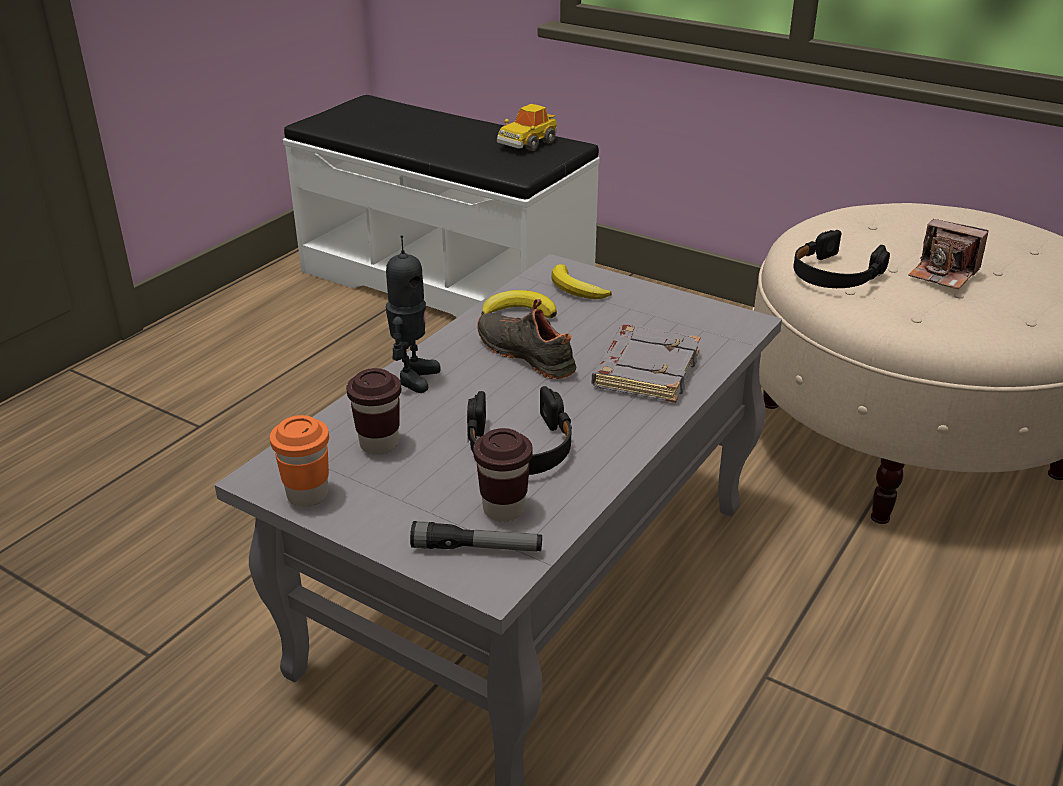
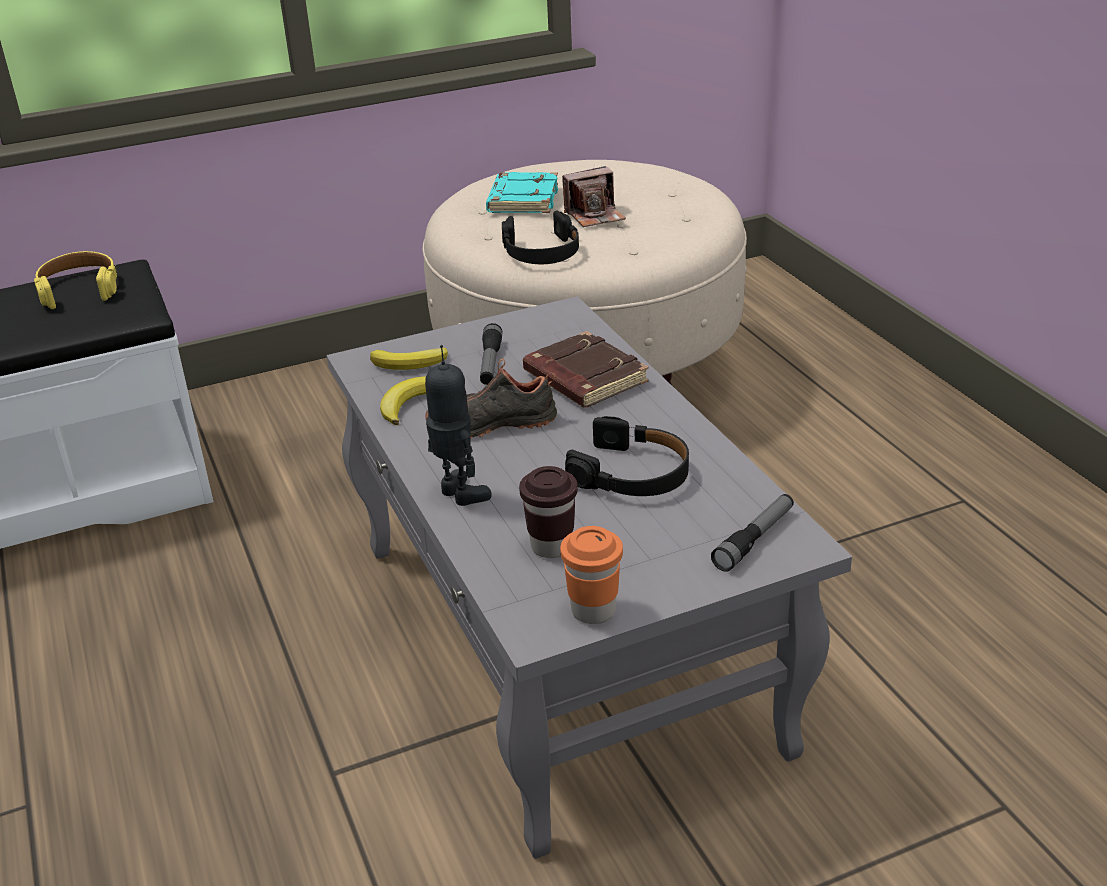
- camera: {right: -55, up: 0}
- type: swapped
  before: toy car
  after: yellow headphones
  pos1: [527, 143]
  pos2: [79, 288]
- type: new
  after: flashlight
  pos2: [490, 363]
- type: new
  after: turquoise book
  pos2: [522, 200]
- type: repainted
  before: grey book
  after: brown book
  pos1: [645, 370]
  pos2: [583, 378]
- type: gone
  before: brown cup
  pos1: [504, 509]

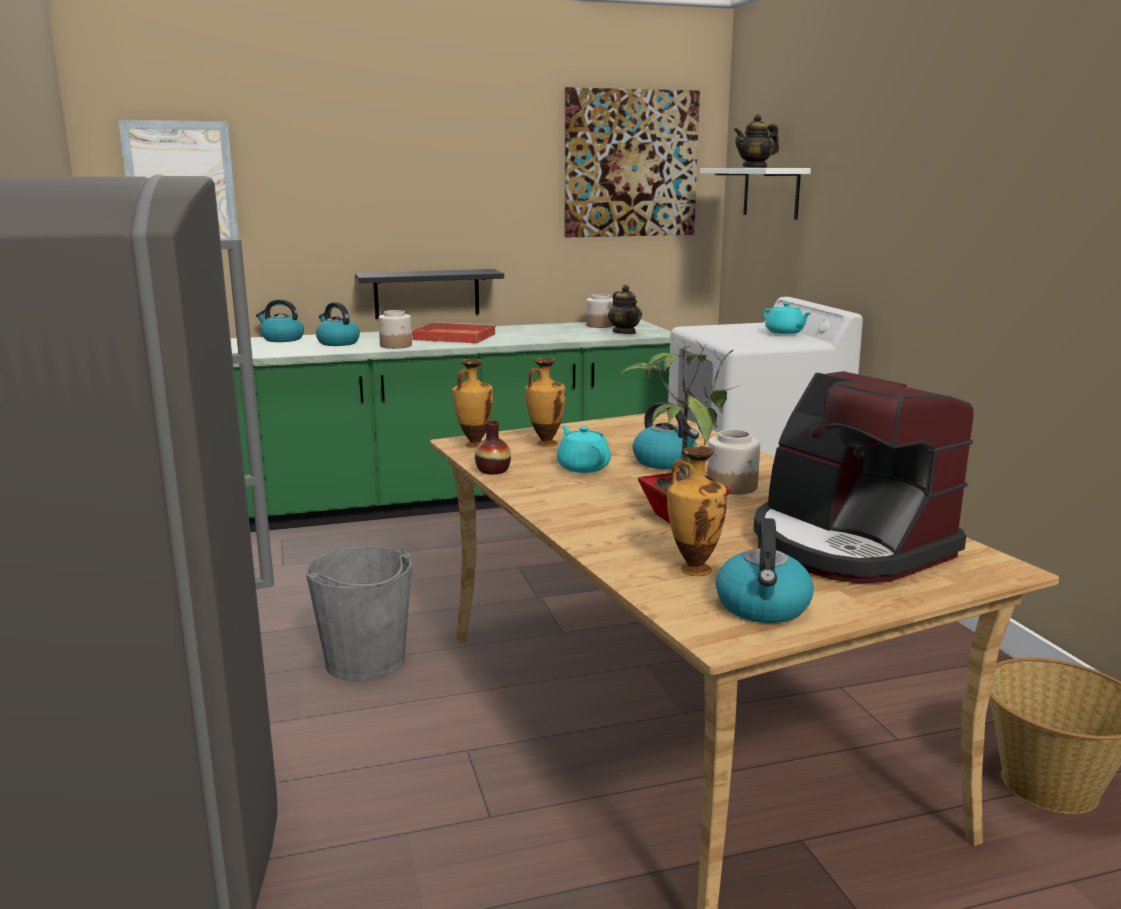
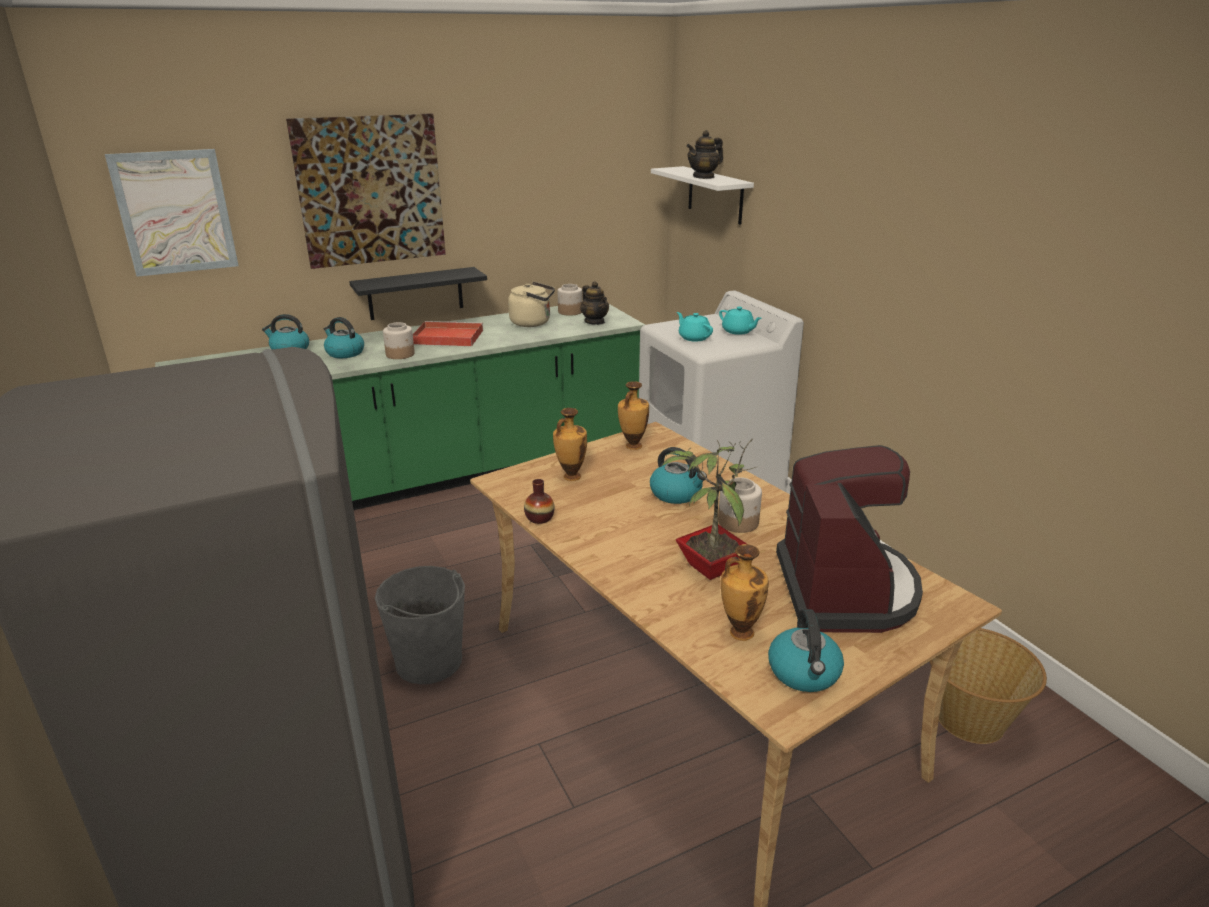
- camera: {right: -10, up: 10}
- type: shifted
  before: picture
  pos1: [630, 164]
  pos2: [370, 190]
- type: new
  after: beige kettle
  pos2: [533, 323]
- type: shifted
  before: vase
  pos1: [474, 445]
  pos2: [632, 446]
- type: shifted
  before: turquoise teapot
  pos1: [583, 467]
  pos2: [694, 338]
- type: rotated
  before: coffee machine
  pos1: [847, 546]
  pos2: [845, 590]
  turn: -135

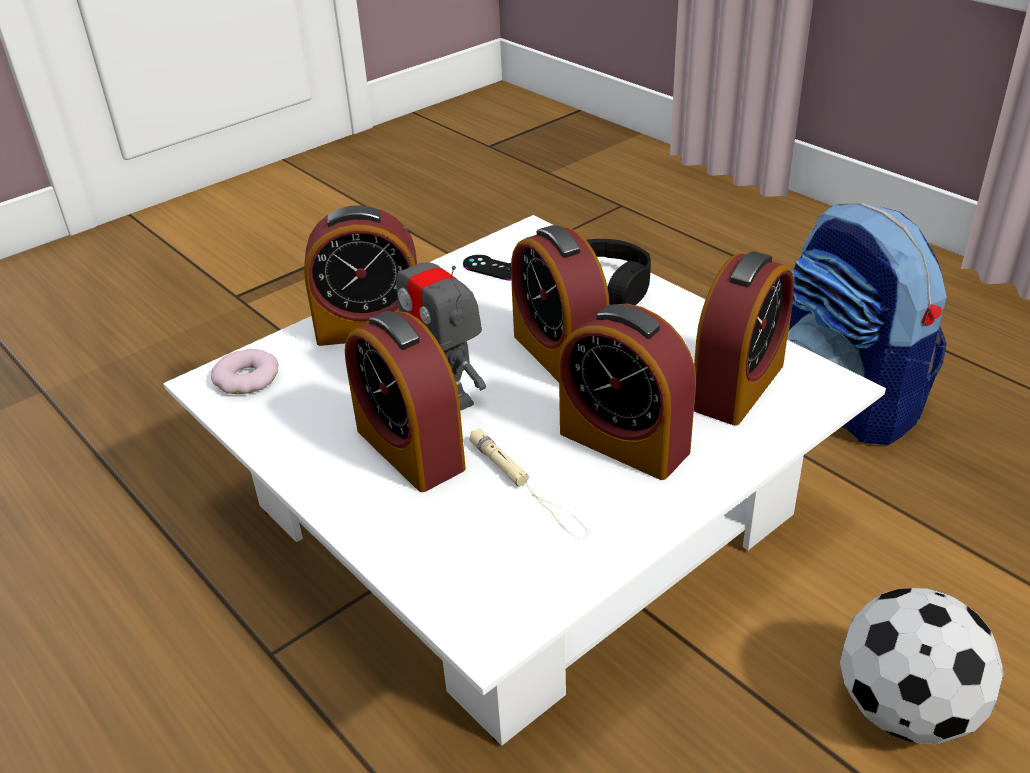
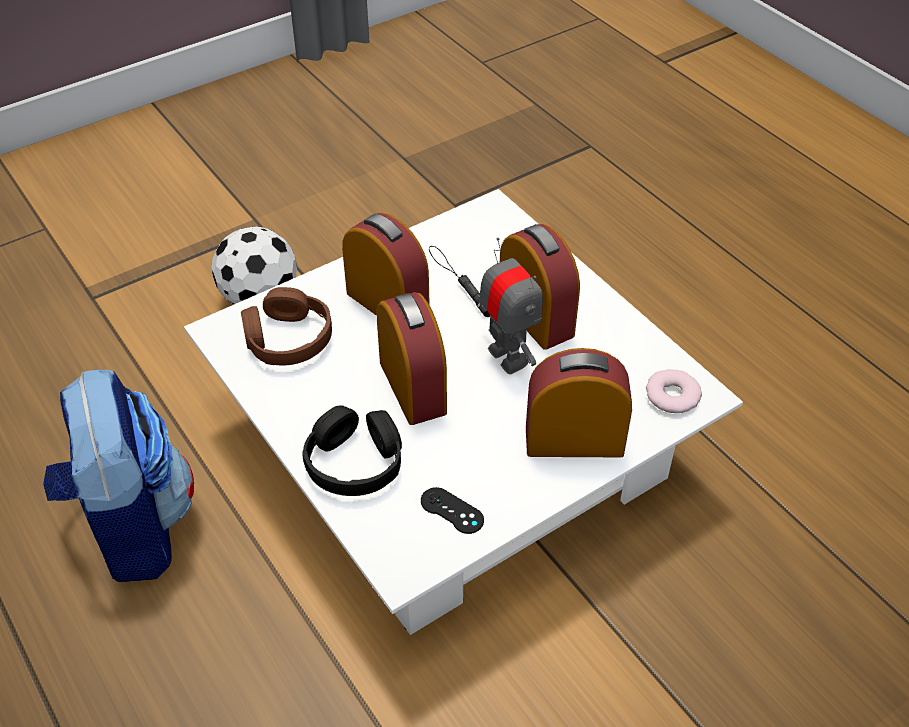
- camera: {right: -175, up: 10}
- type: swapped
  before: alarm clock
  after: brown headphones
  pos1: [738, 386]
  pos2: [288, 339]
- type: repainted
  before: beige flashlight
  after: black flashlight
  pos1: [527, 487]
  pos2: [459, 281]

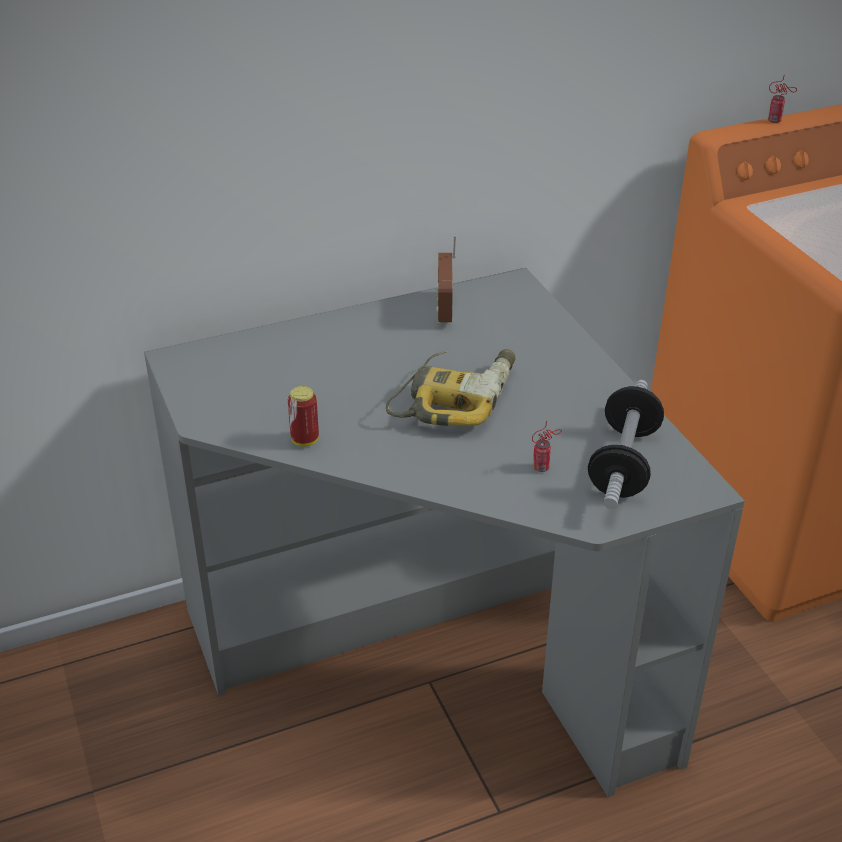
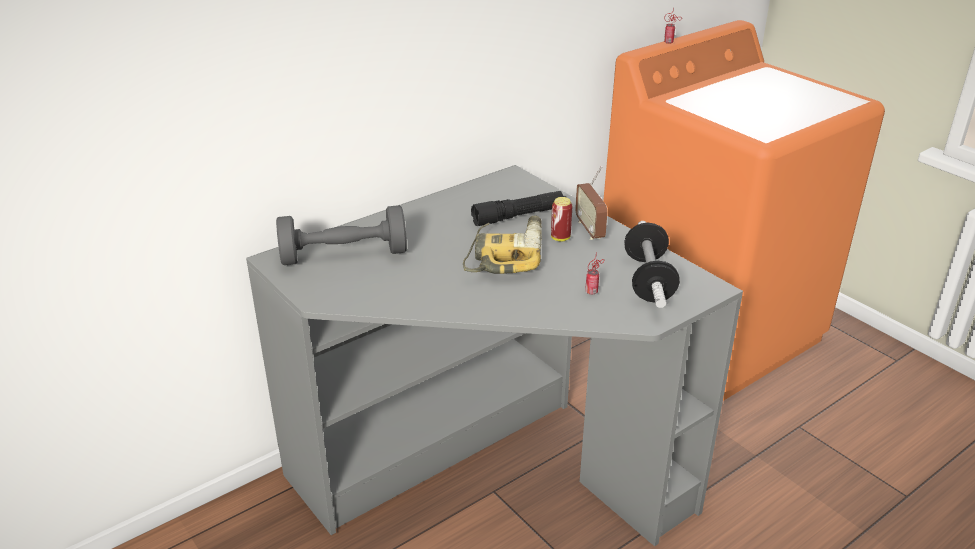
- camera: {right: -15, up: -5}
- type: new
  after: grey dumbbell
  pos2: [344, 255]
- type: new
  after: black flashlight
  pos2: [519, 216]
- type: shifted
  before: can
  pos1: [305, 440]
  pos2: [560, 238]
- type: shifted
  before: radio
  pos1: [445, 310]
  pos2: [590, 229]

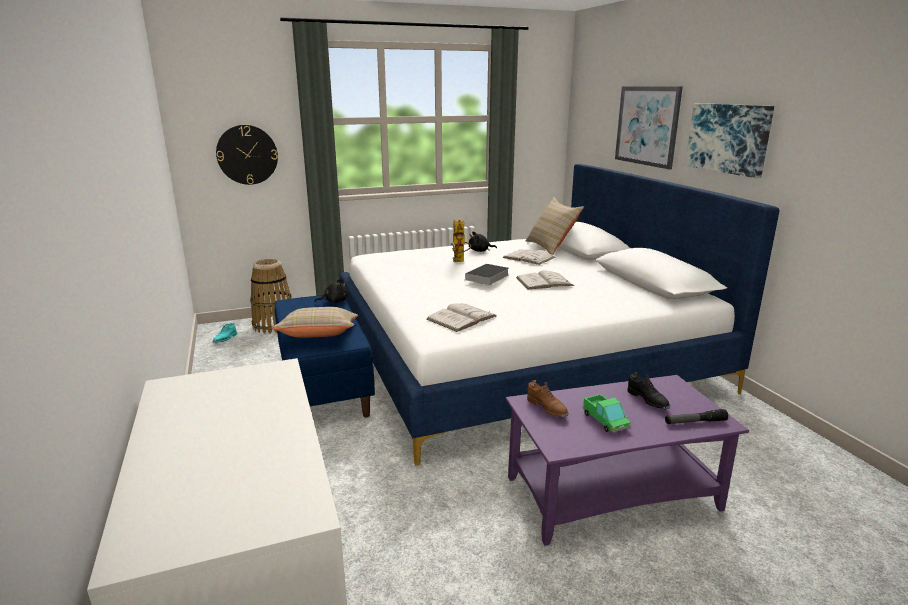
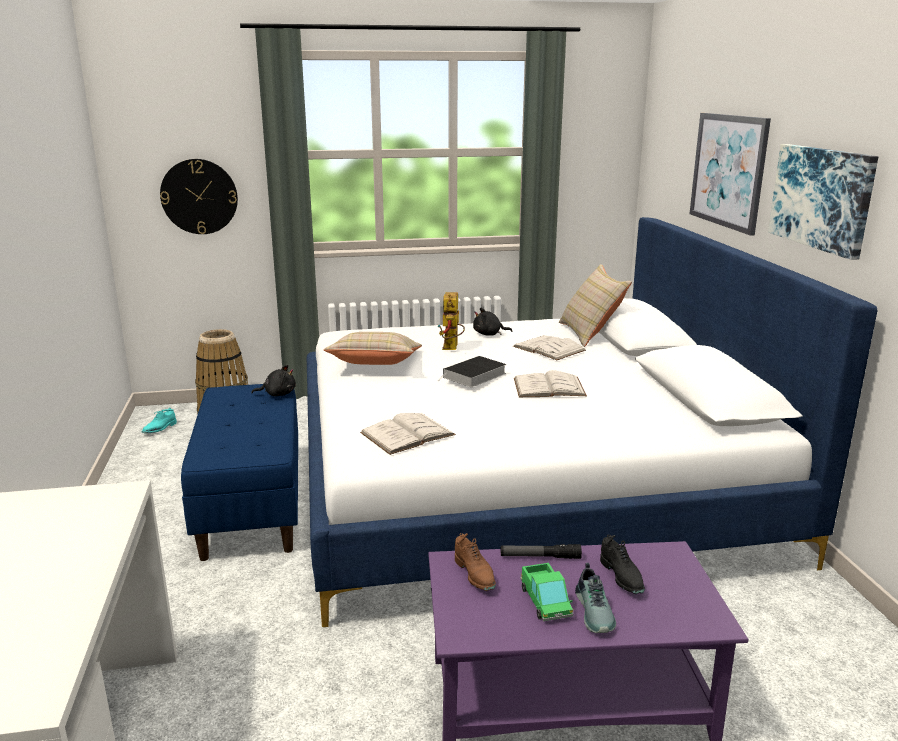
- camera: {right: 10, up: 0}
- type: shifted
  before: beige pillow
  pos1: [319, 336]
  pos2: [375, 365]
- type: shifted
  before: flashlight
  pos1: [695, 422]
  pos2: [540, 557]
- type: new
  after: shoe
  pos2: [596, 611]

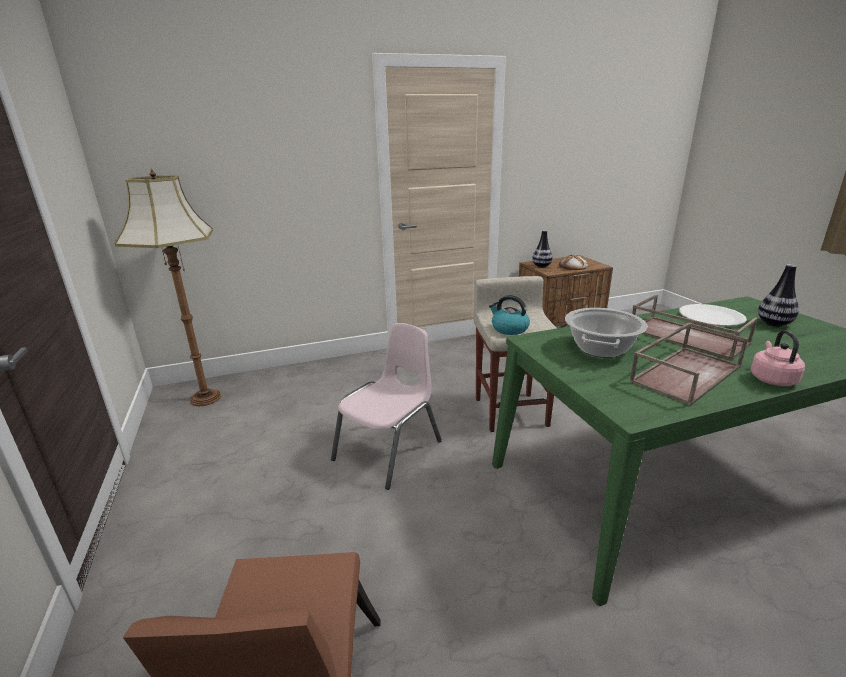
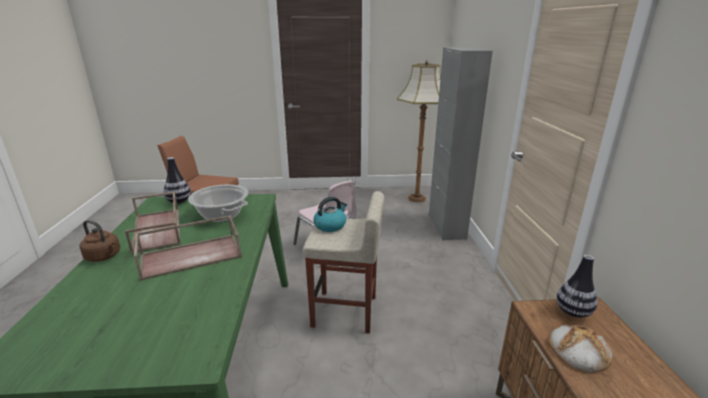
- camera: {right: 105, up: 0}
- type: repainted
  before: pink kettle
  after: brown kettle
  pos1: [771, 379]
  pos2: [104, 256]
- type: shifted
  before: vase
  pos1: [774, 324]
  pos2: [179, 201]
- type: new
  after: grey cabinet
  pos2: [446, 226]
- type: gone
  before: white plate
  pos1: [711, 317]

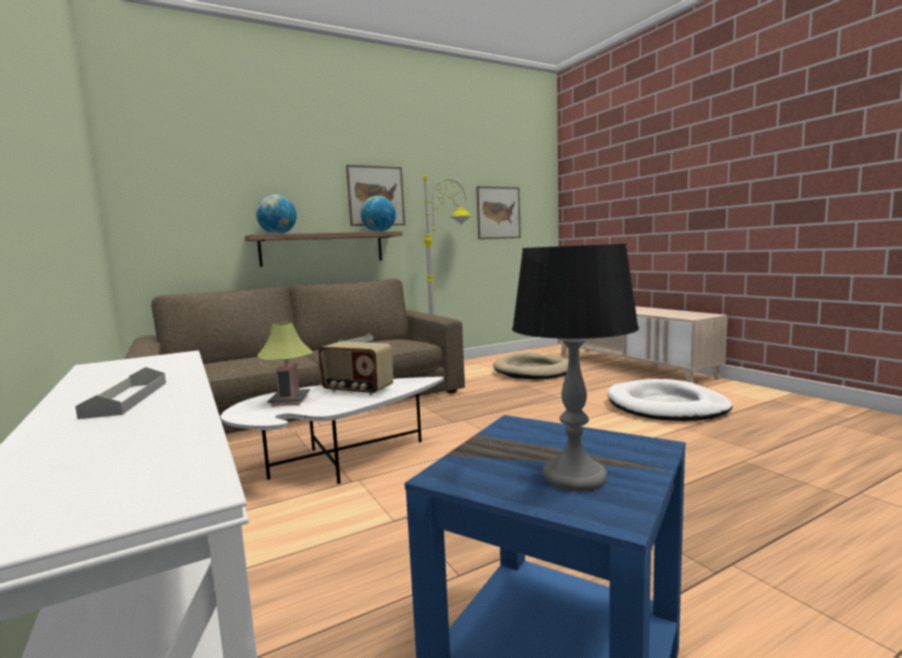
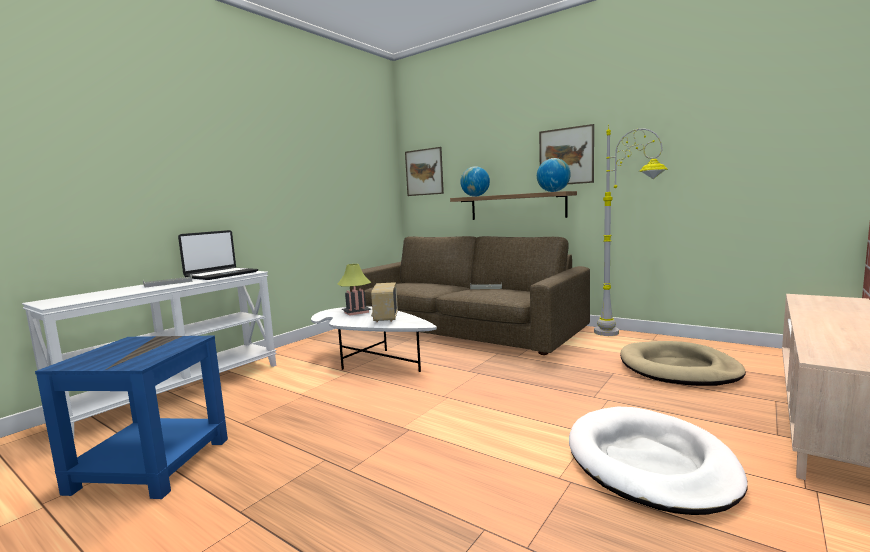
- camera: {right: 65, up: 0}
- type: new
  after: laptop
  pos2: [221, 275]
- type: shifted
  before: picture
  pos1: [498, 213]
  pos2: [424, 172]
- type: gone
  before: table lamp
  pos1: [574, 477]

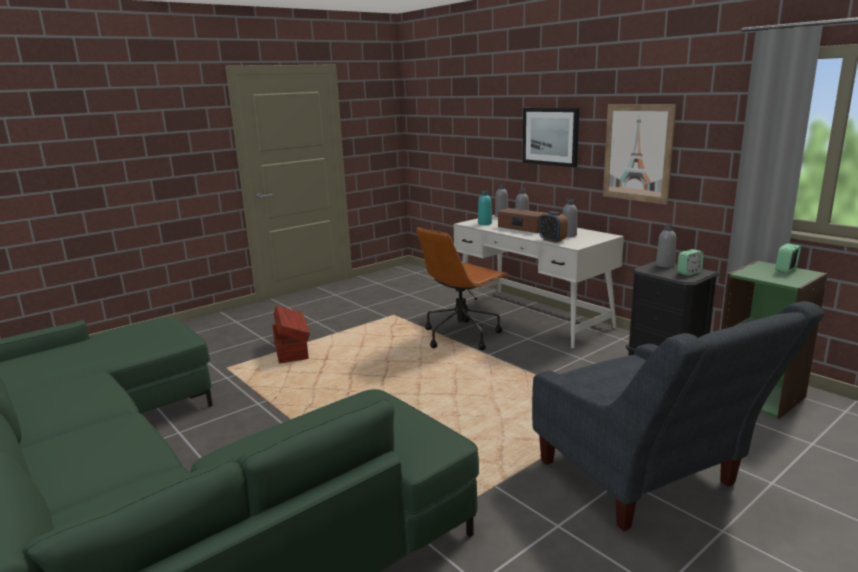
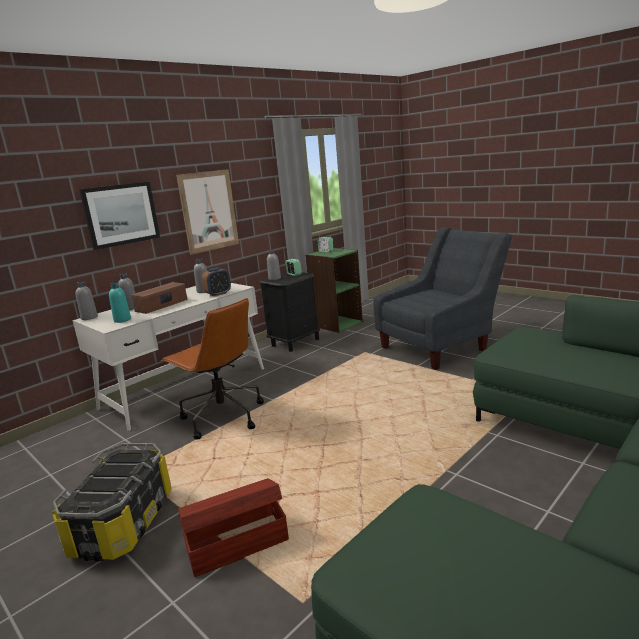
- camera: {right: -95, up: 0}
- type: new
  after: storage box
  pos2: [123, 523]

